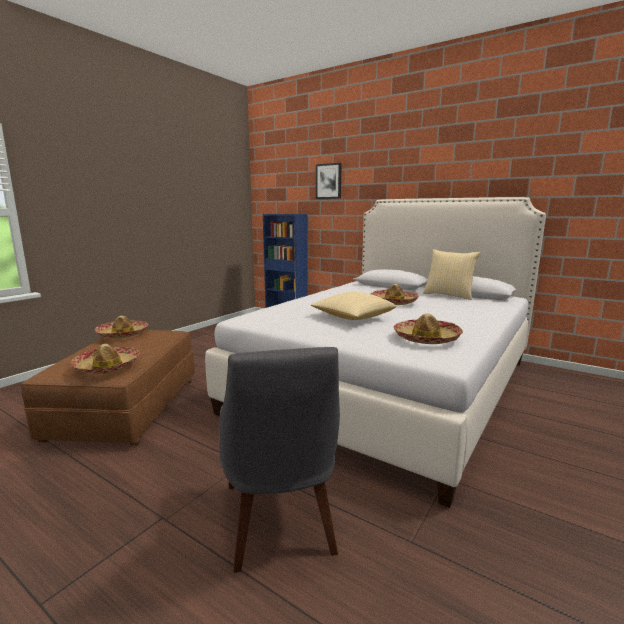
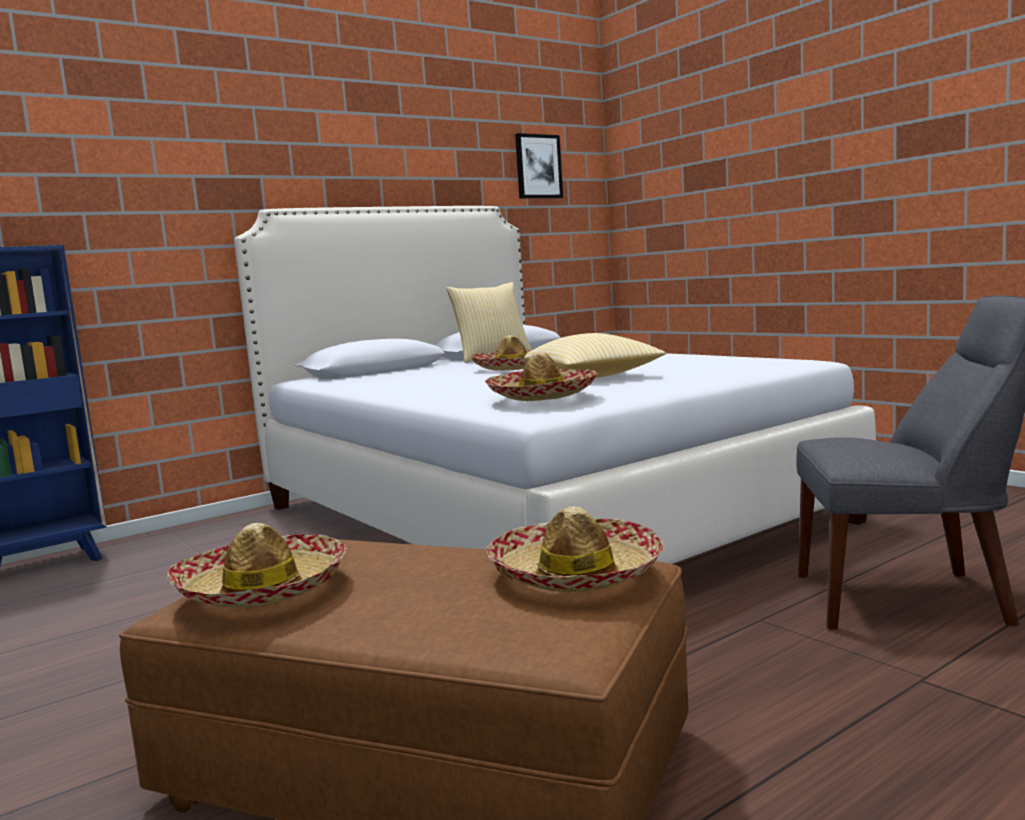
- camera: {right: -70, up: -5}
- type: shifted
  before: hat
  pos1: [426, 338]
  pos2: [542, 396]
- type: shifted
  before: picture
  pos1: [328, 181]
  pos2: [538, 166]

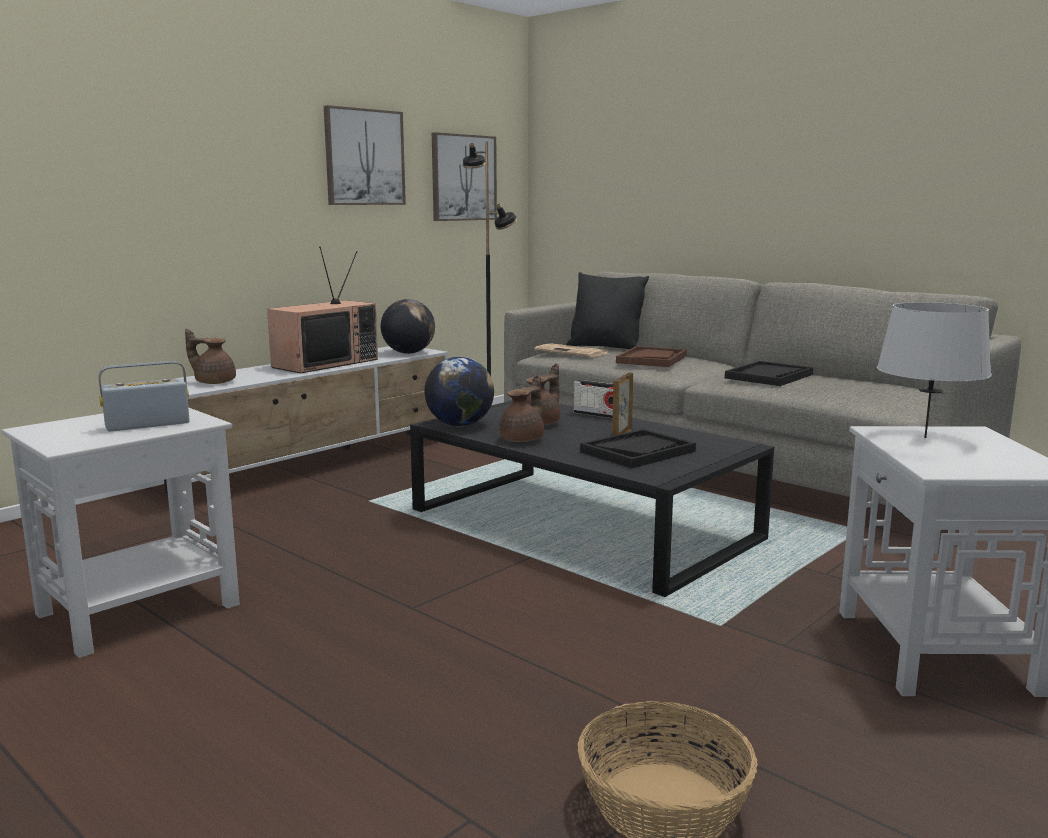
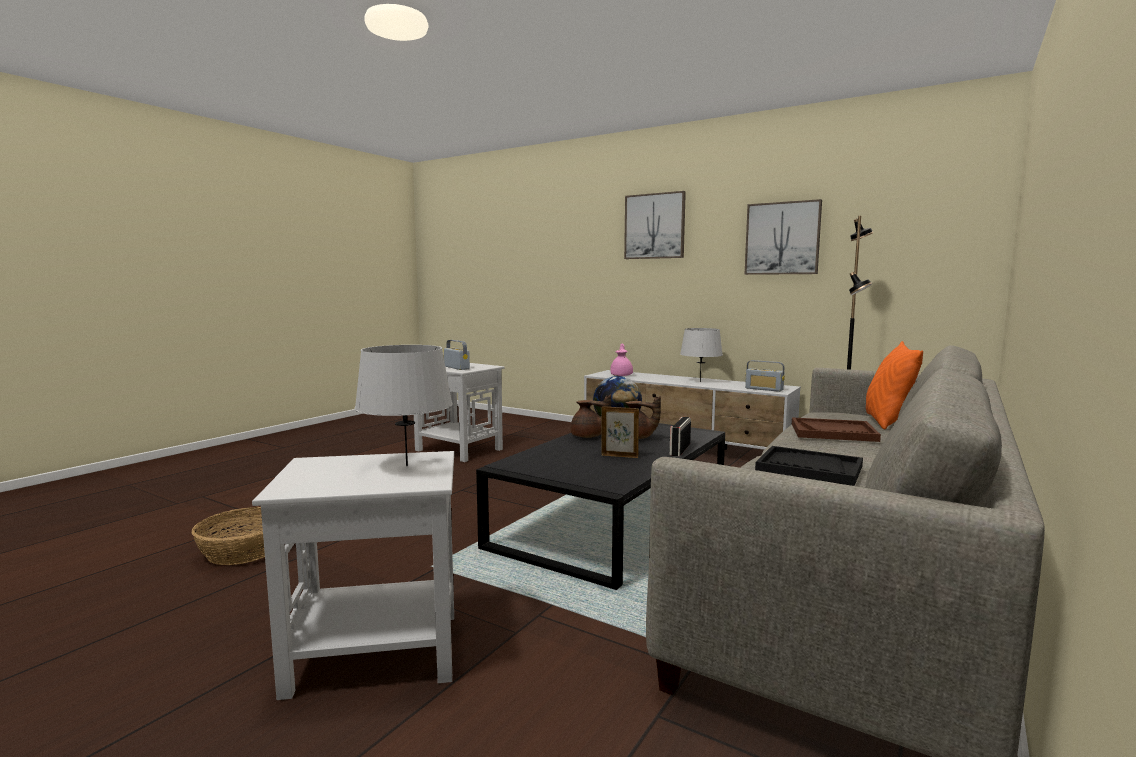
- camera: {right: 80, up: -5}
- type: repainted
  before: brown teapot
  after: pink teapot
  pos1: [214, 382]
  pos2: [622, 375]
- type: shifted
  before: picture
  pos1: [463, 178]
  pos2: [654, 226]
- type: swapped
  before: television
  after: grey table lamp
  pos1: [325, 363]
  pos2: [700, 381]
- type: swapped
  before: globe
  after: radio
  pos1: [408, 353]
  pos2: [764, 389]
- type: repainted
  before: black pillow
  after: orange pillow
  pos1: [605, 348]
  pos2: [887, 422]
- type: gone
  before: newspaper
  pos1: [572, 352]
- type: gone
  before: black tray
  pos1: [637, 451]

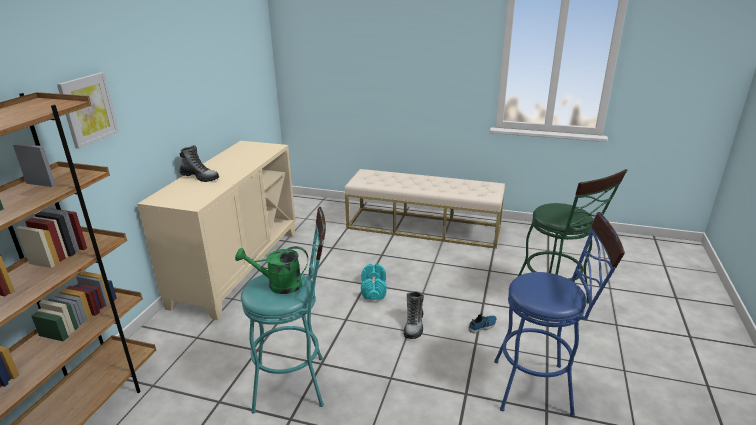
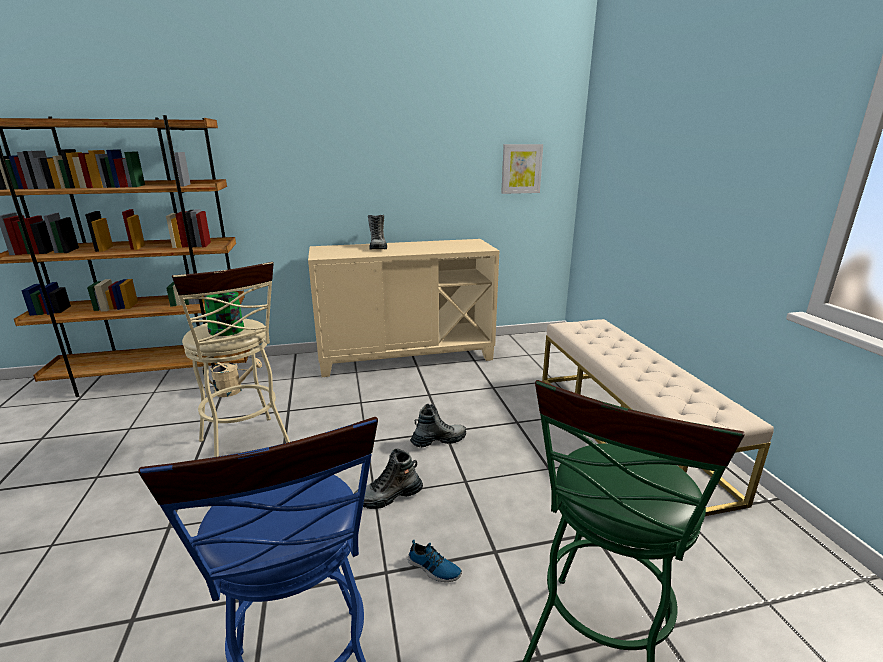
- camera: {right: 60, up: -5}
- type: repainted
  before: turquoise stool
  after: beige stool
  pos1: [297, 382]
  pos2: [248, 449]
- type: new
  after: beige watering can
  pos2: [233, 390]
- type: swapped
  before: turquoise dumbbell
  after: boot
  pos1: [373, 289]
  pos2: [438, 440]
- type: shifted
  before: picture
  pos1: [88, 109]
  pos2: [521, 169]

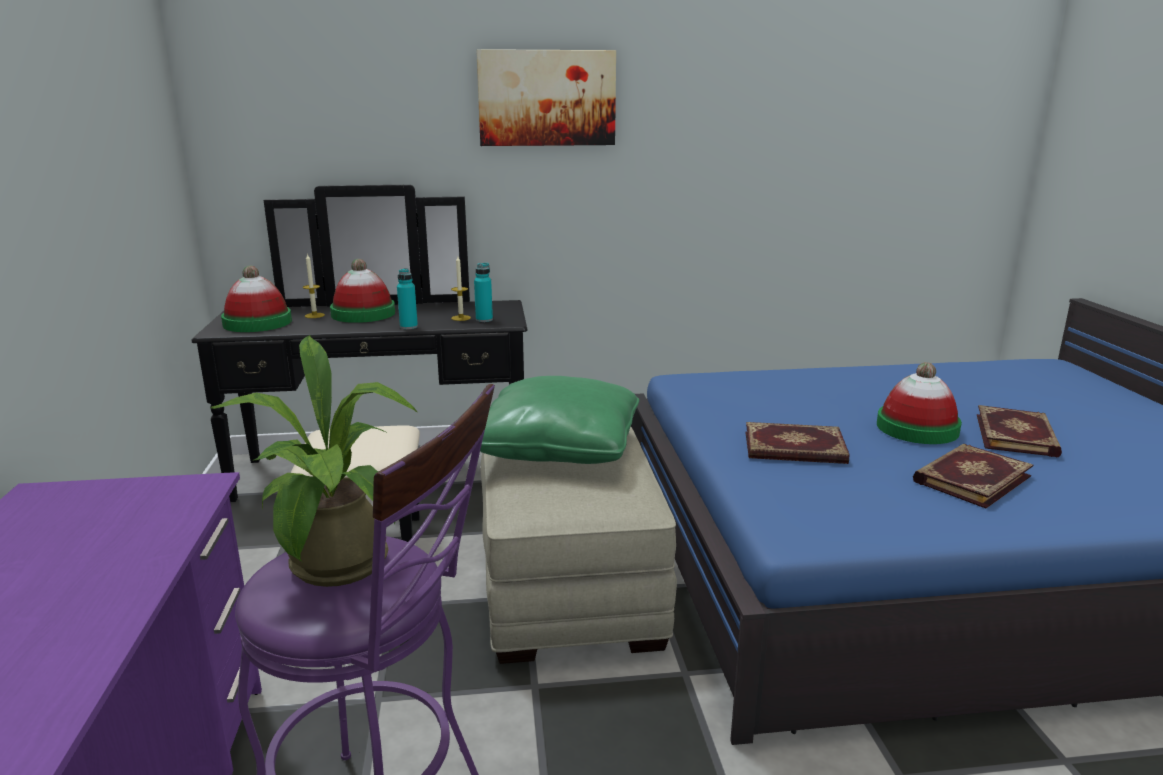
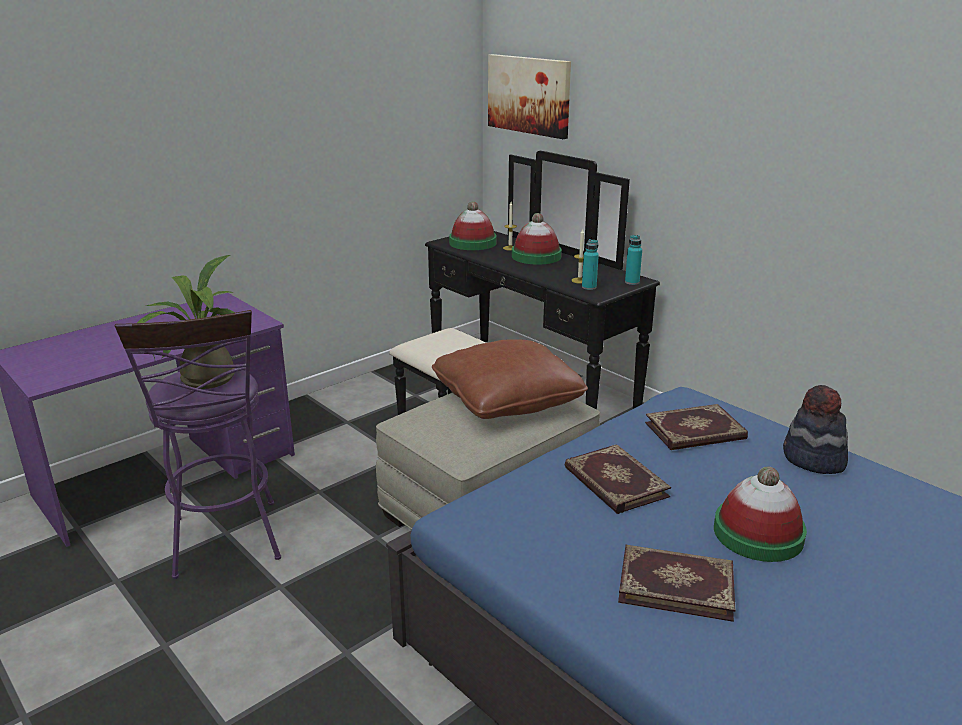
- camera: {right: 55, up: 5}
- type: repainted
  before: green pillow
  after: brown pillow
  pos1: [559, 447]
  pos2: [506, 399]
- type: shifted
  before: picture
  pos1: [547, 98]
  pos2: [529, 95]
- type: shifted
  before: turquoise bottle
  pos1: [408, 327]
  pos2: [632, 282]
- type: shifted
  before: book
  pos1: [1017, 435]
  pos2: [695, 432]
- type: new
  after: hat
  pos2: [813, 459]

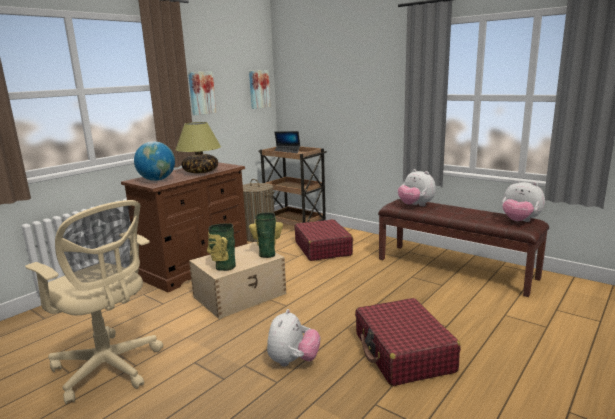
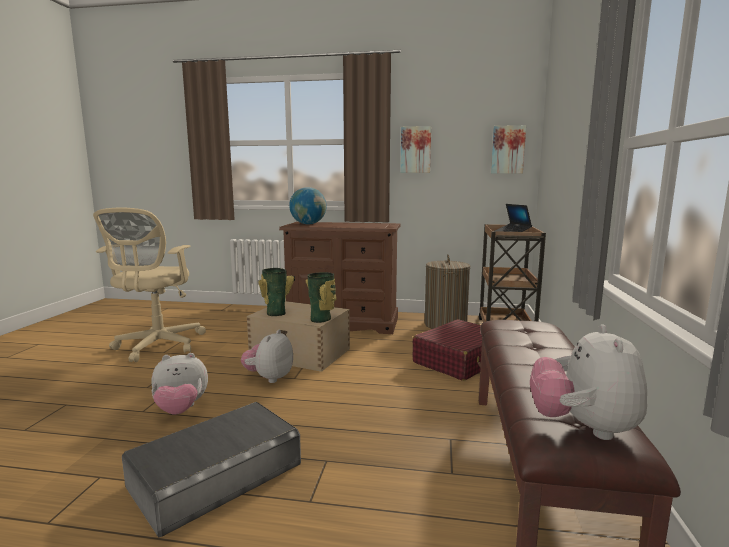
- camera: {right: 60, up: -5}
- type: swapped
  before: red suitcase
  after: grey storage box
  pos1: [403, 353]
  pos2: [217, 475]
- type: shifted
  before: plush toy
  pos1: [415, 205]
  pos2: [269, 378]
- type: gone
  before: table lamp
  pos1: [200, 172]

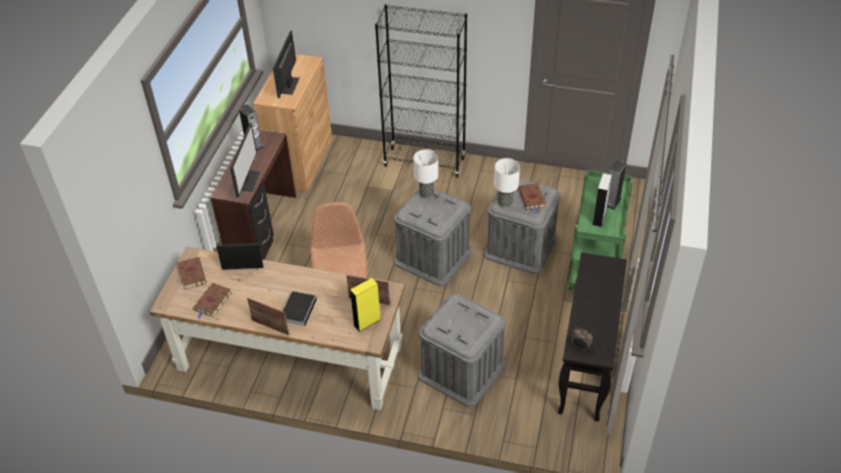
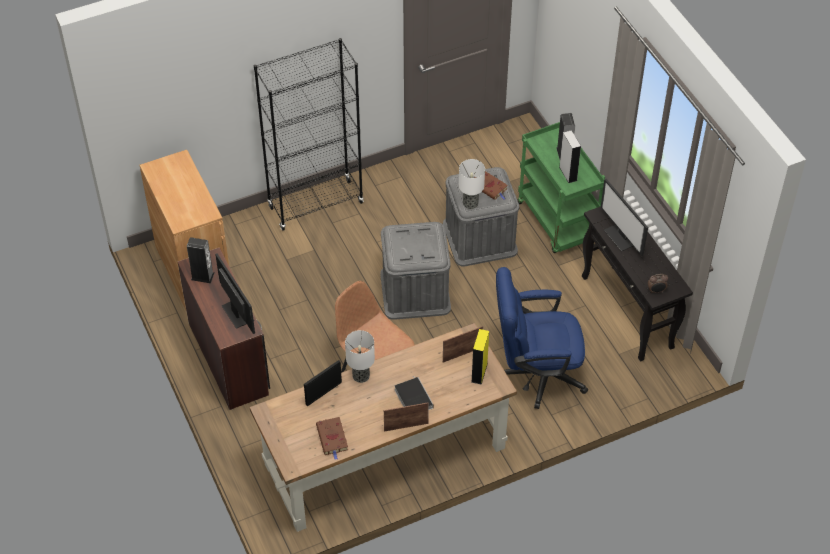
- camera: {right: -40, up: 5}
- type: shifted
  before: table lamp
  pos1: [426, 193]
  pos2: [360, 376]
- type: swapped
  before: grey storage box
  after: blue office chair
  pos1: [461, 370]
  pos2: [535, 374]
- type: shifted
  before: monitor
  pos1: [288, 85]
  pos2: [621, 237]
- type: gone
  before: brown book
  pos1: [191, 274]

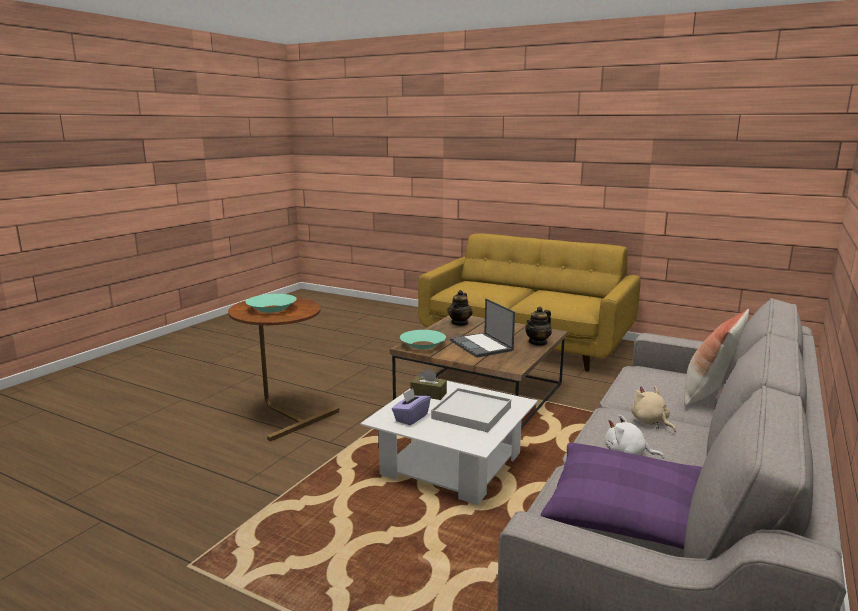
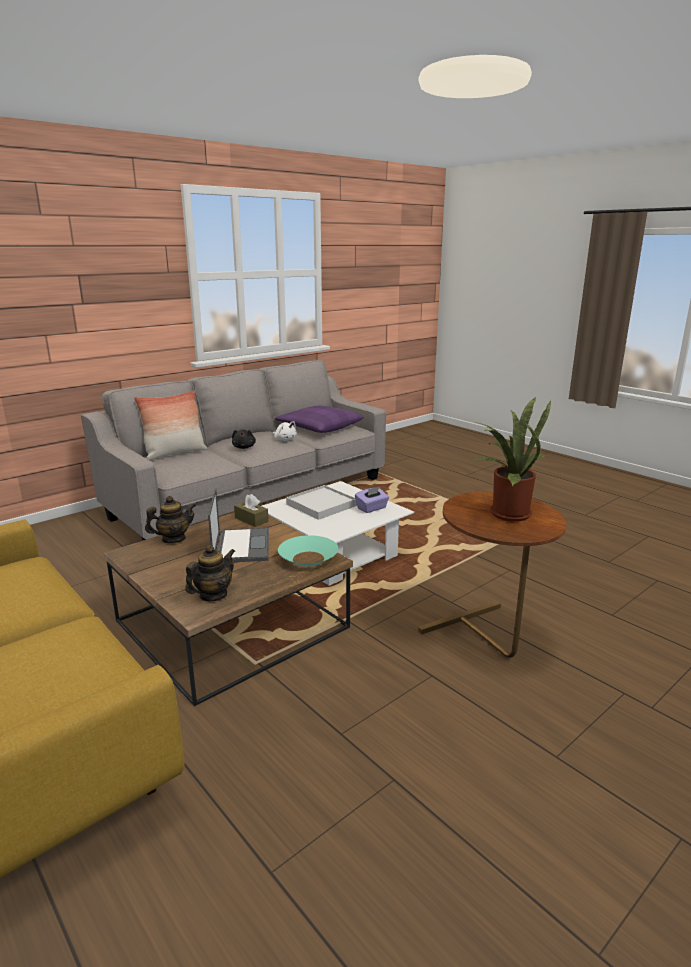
- camera: {right: -160, up: 5}
- type: repainted
  before: beige plush toy
  after: black plush toy
  pos1: [650, 422]
  pos2: [244, 447]
- type: shifted
  before: brown tissue box
  pos1: [428, 394]
  pos2: [251, 520]
- type: swapped
  before: turquoise bowl
  after: potted plant
  pos1: [271, 309]
  pos2: [506, 513]

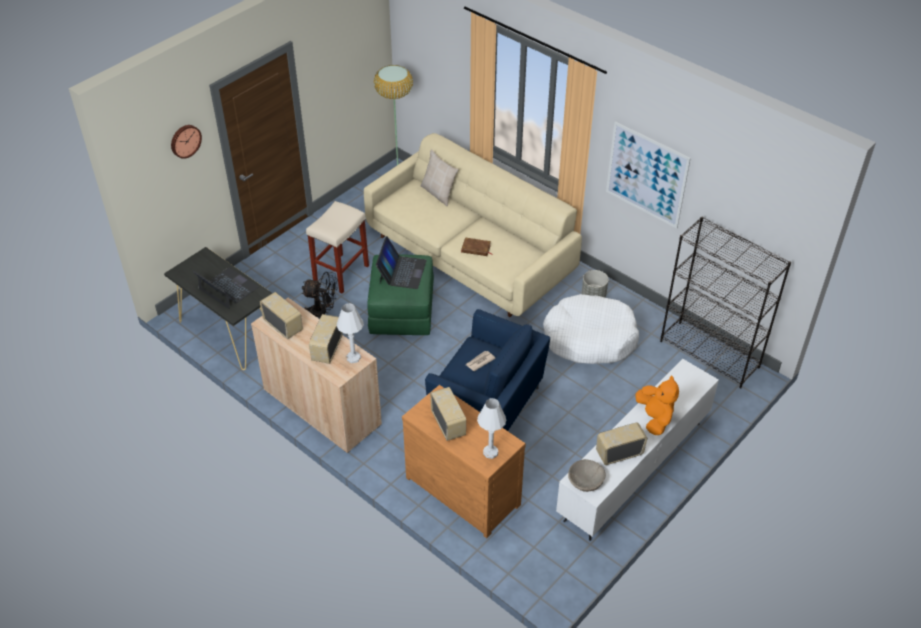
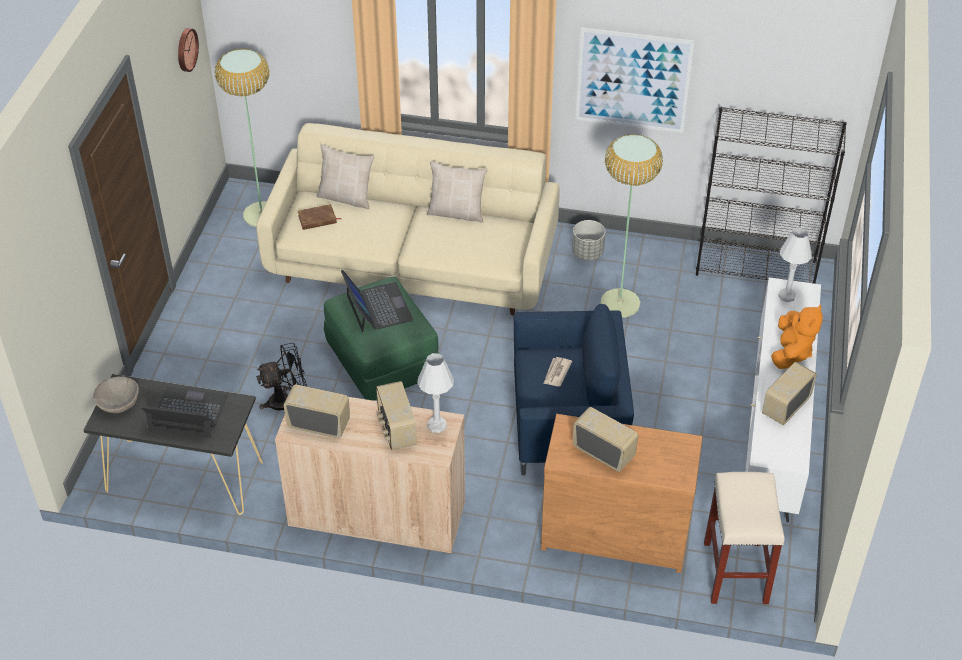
- camera: {right: -30, up: 0}
- type: shifted
  before: beige bowl
  pos1: [585, 480]
  pos2: [118, 402]
- type: shifted
  before: wall clock
  pos1: [185, 140]
  pos2: [185, 49]
- type: shifted
  before: brown book
  pos1: [476, 249]
  pos2: [317, 219]
- type: new
  after: beige pillow
  pos2: [457, 212]
- type: swapped
  before: white dog bed
  after: floor lamp
  pos1: [589, 338]
  pos2: [620, 303]
- type: shifted
  before: beige stool
  pos1: [341, 274]
  pos2: [736, 573]
- type: rotated
  before: orange plush toy
  pos1: [655, 418]
  pos2: [791, 353]
  turn: 60
- type: shifted
  before: white table lamp
  pos1: [490, 452]
  pos2: [787, 296]

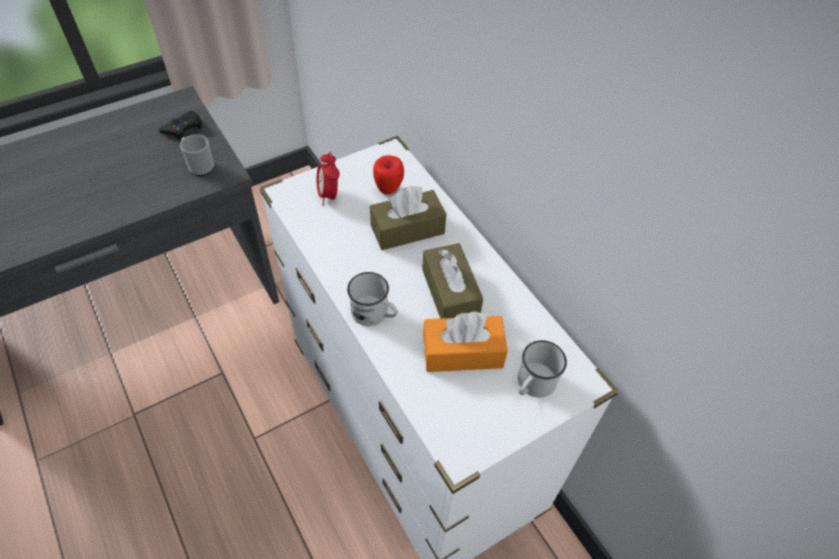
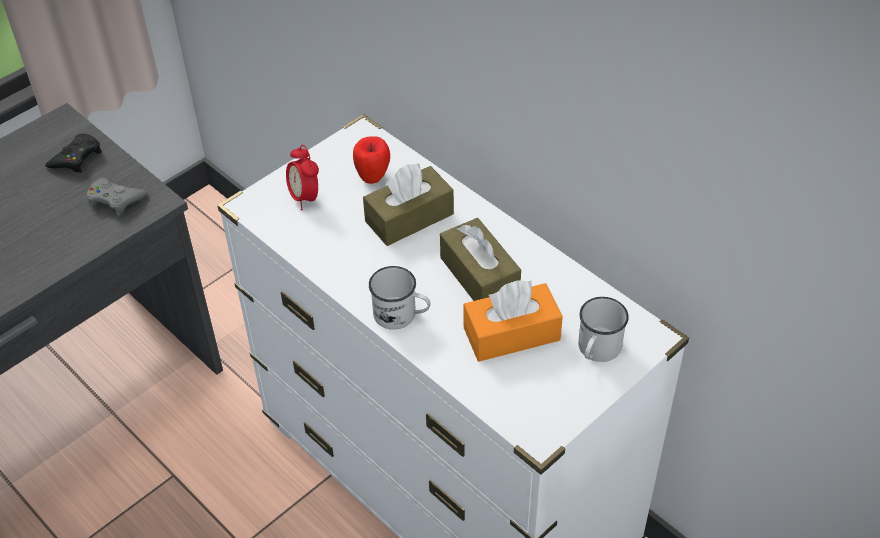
- camera: {right: -10, up: -5}
- type: swapped
  before: mug
  after: grey game controller
  pos1: [199, 166]
  pos2: [115, 199]

